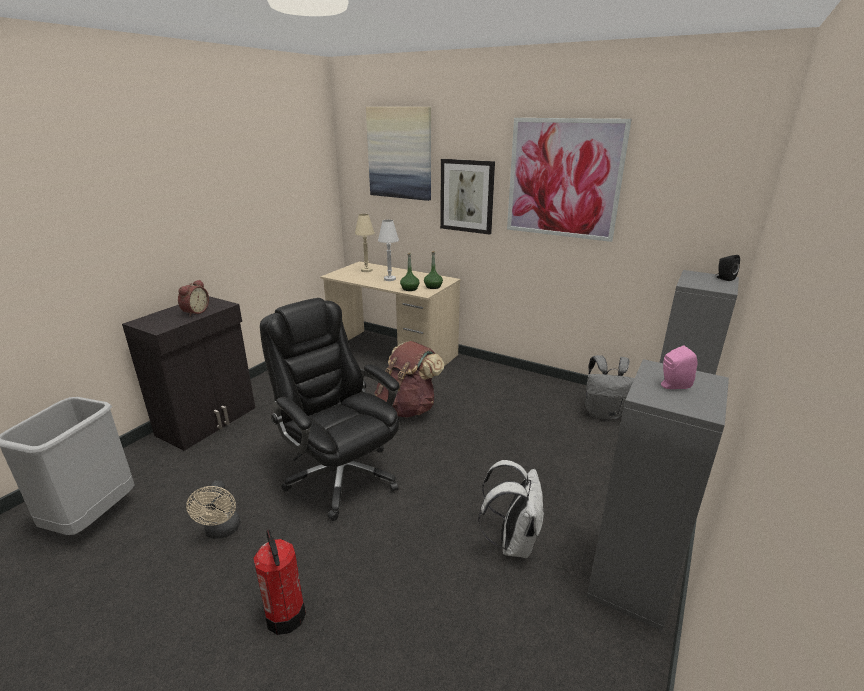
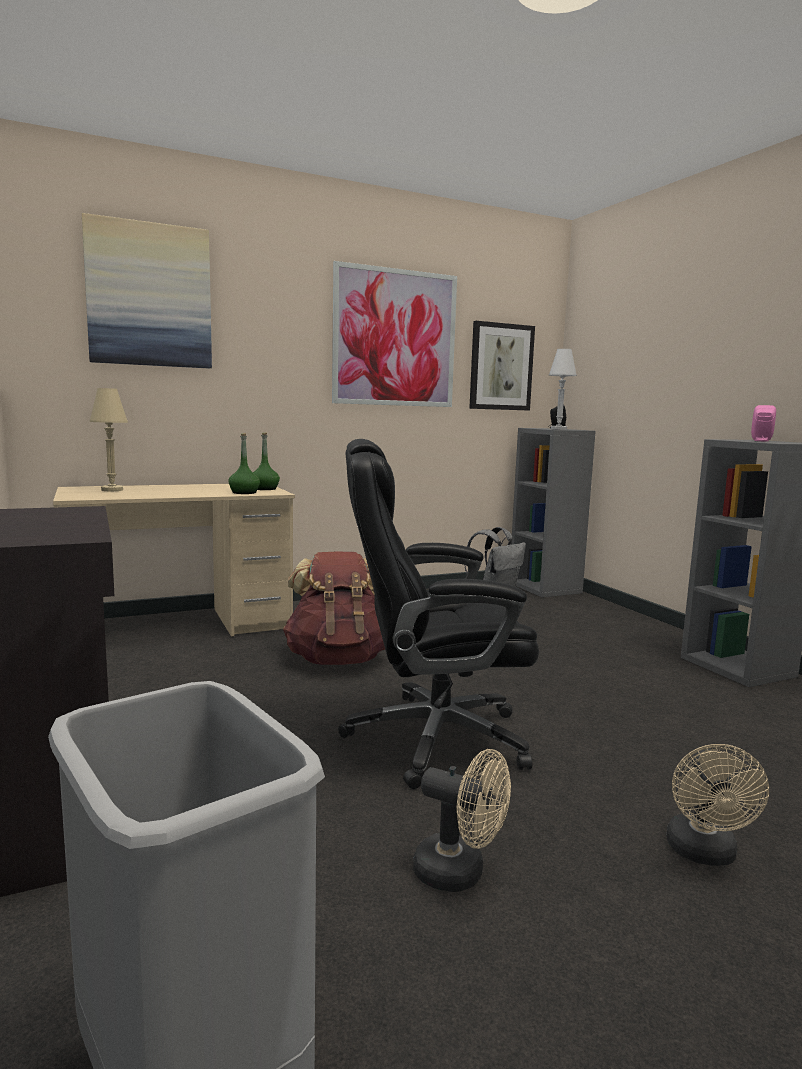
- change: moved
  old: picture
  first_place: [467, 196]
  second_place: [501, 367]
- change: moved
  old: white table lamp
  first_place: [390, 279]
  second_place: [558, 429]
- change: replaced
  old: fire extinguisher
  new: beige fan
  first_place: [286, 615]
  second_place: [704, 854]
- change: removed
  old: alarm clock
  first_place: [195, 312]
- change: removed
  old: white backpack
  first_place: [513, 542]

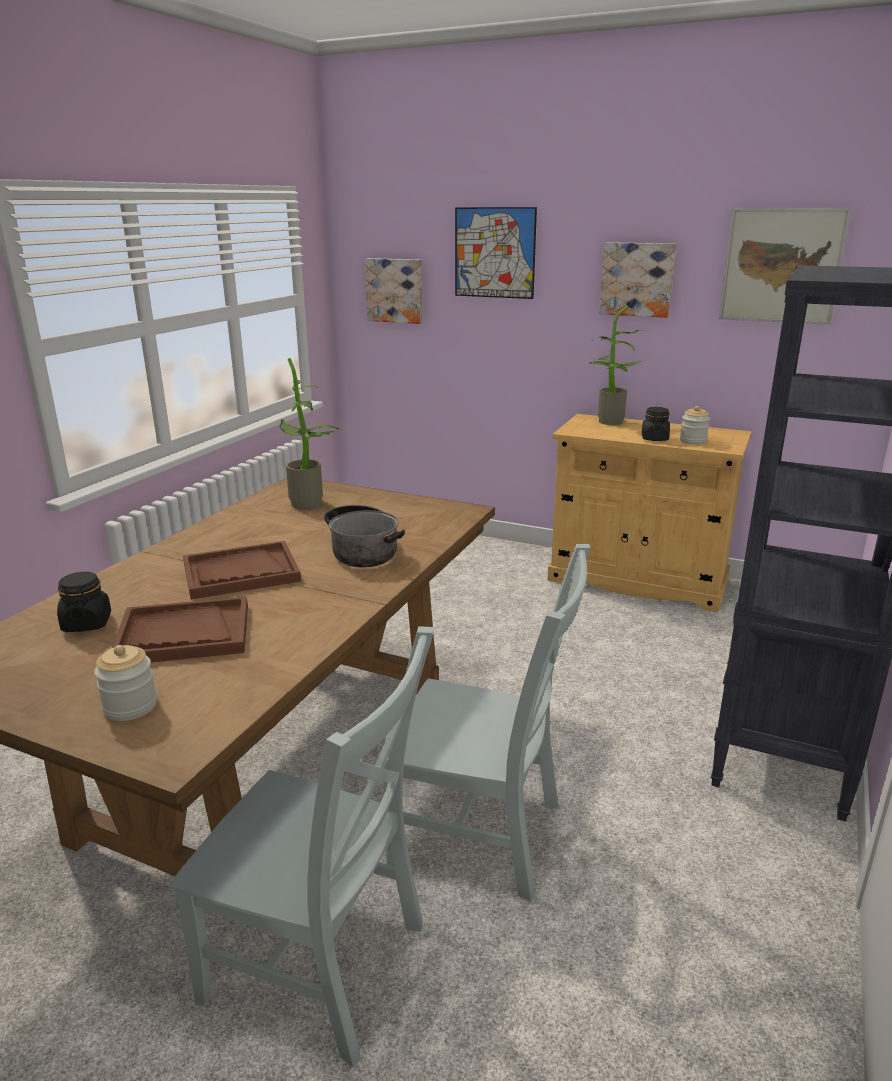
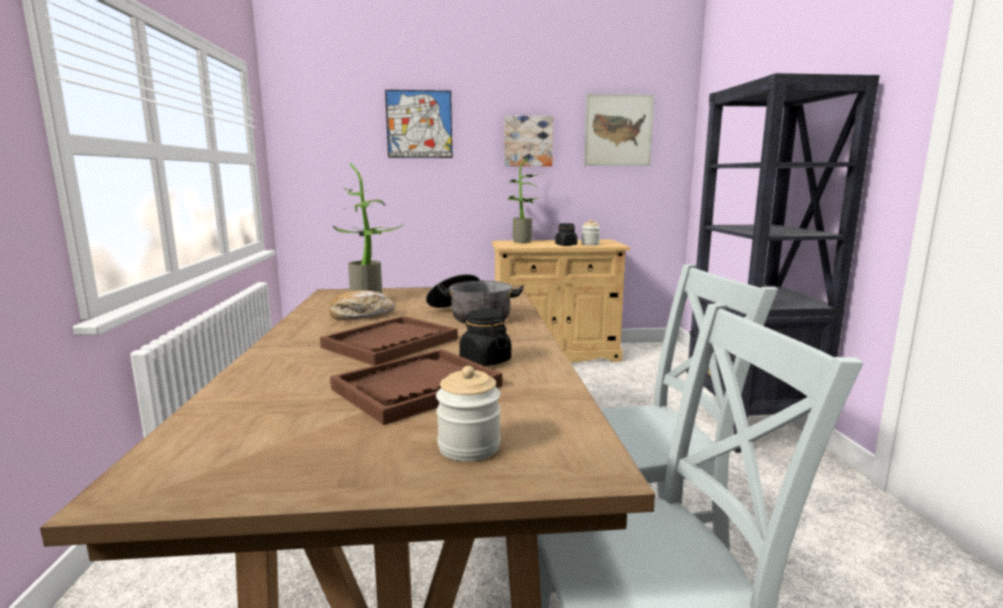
- change: added
  new: bread
  second_place: [361, 315]
- change: moved
  old: black jar
  first_place: [87, 623]
  second_place: [485, 360]
- change: removed
  old: picture
  first_place: [395, 290]

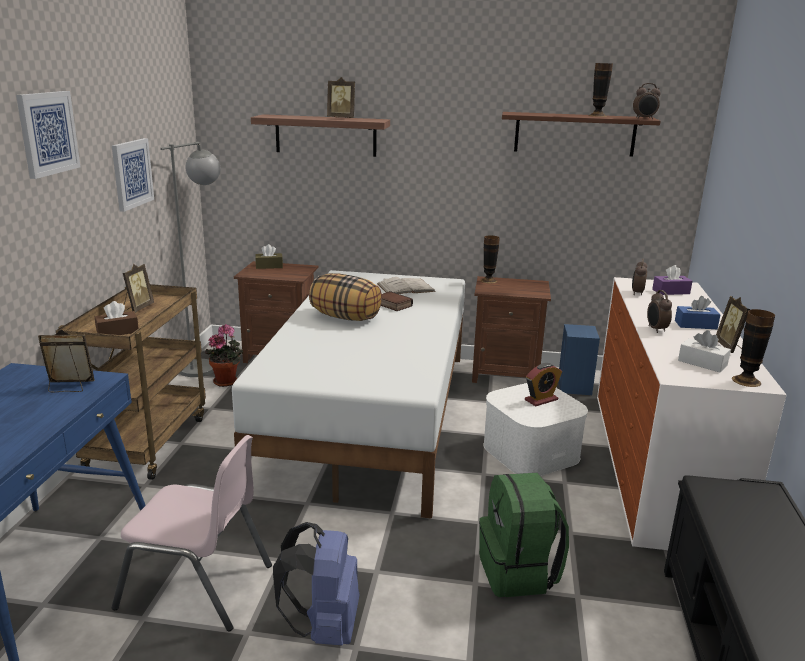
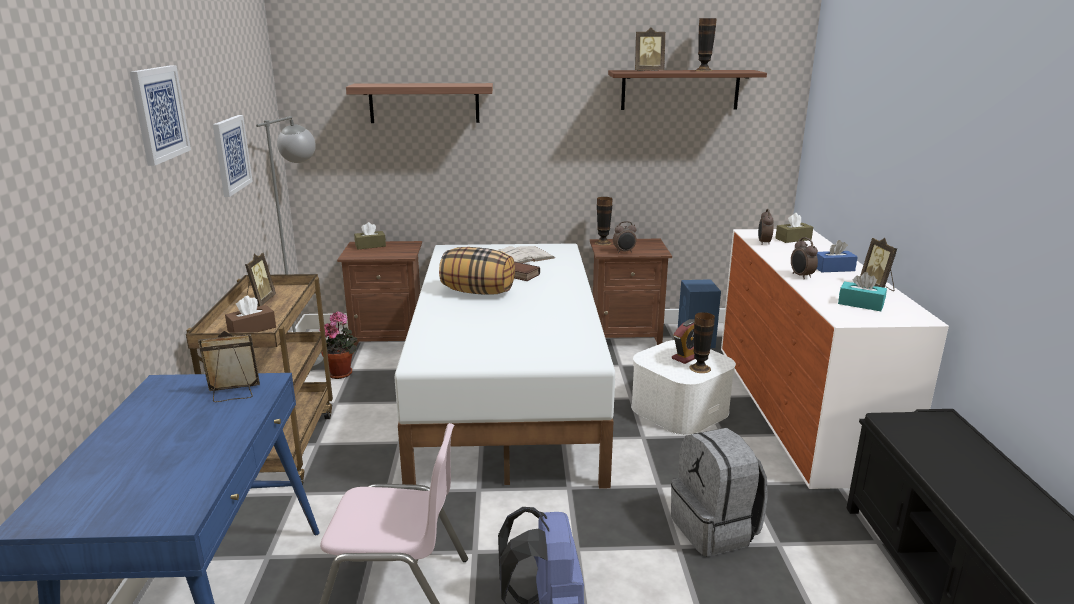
- change: moved
  old: alarm clock
  first_place: [644, 118]
  second_place: [624, 252]
- change: moved
  old: picture frame
  first_place: [342, 118]
  second_place: [648, 71]
- change: recoloured
  old: green backpack
  new: grey backpack
  first_place: [519, 572]
  second_place: [715, 529]
- change: moved
  old: vase
  first_place: [746, 381]
  second_place: [700, 368]
- change: recoloured
  old: purple tissue box
  new: brown tissue box
  first_place: [671, 291]
  second_place: [793, 239]
- change: recoloured
  old: white tissue box
  new: turquoise tissue box
  first_place: [702, 363]
  second_place: [860, 304]

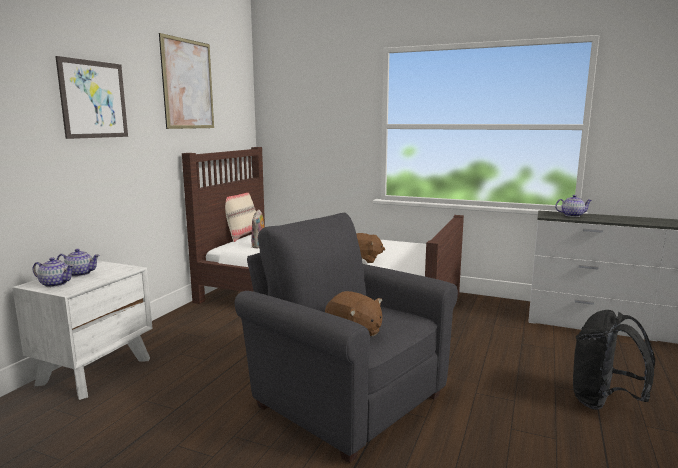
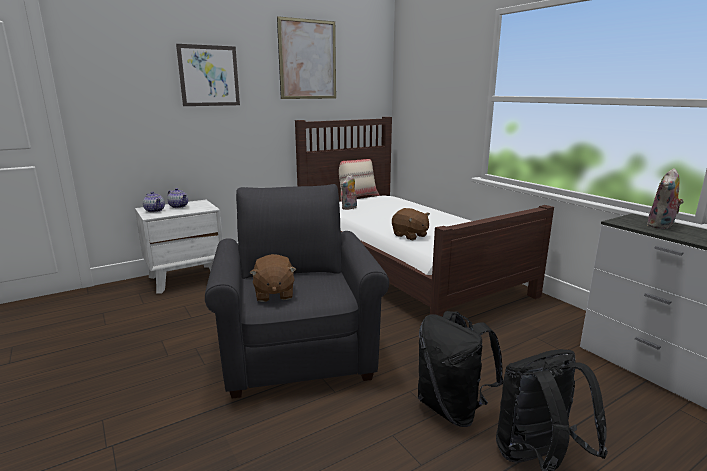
- change: added
  new: black backpack
  second_place: [452, 408]
- change: replaced
  old: teapot
  new: plush toy
  first_place: [572, 215]
  second_place: [661, 226]

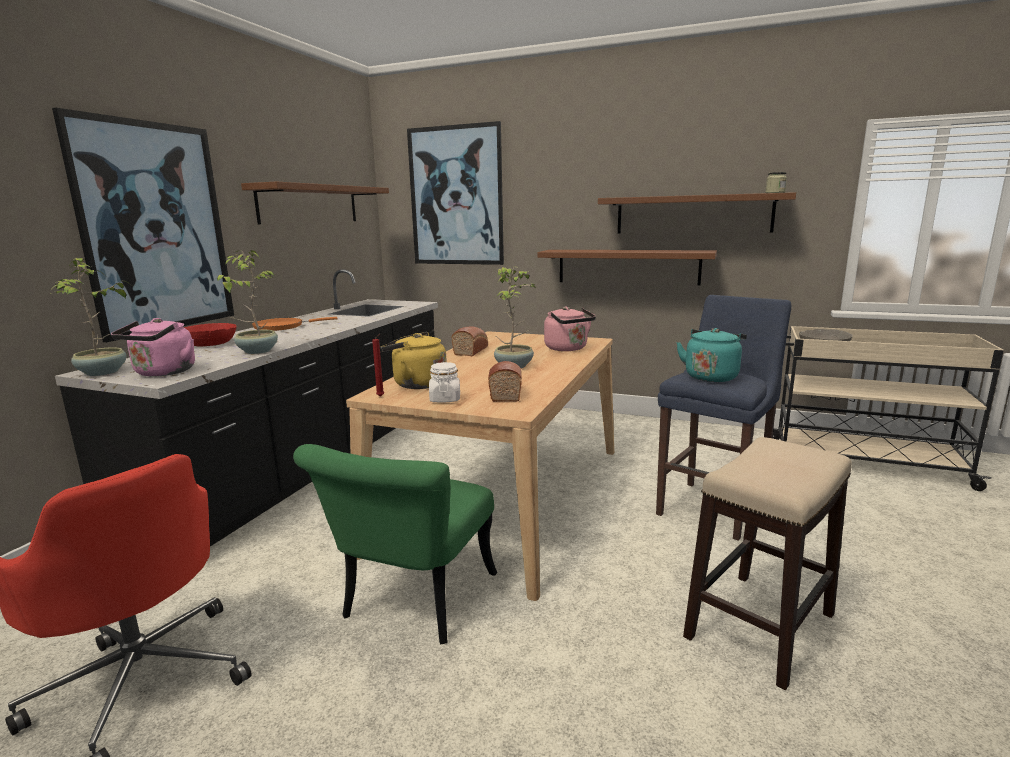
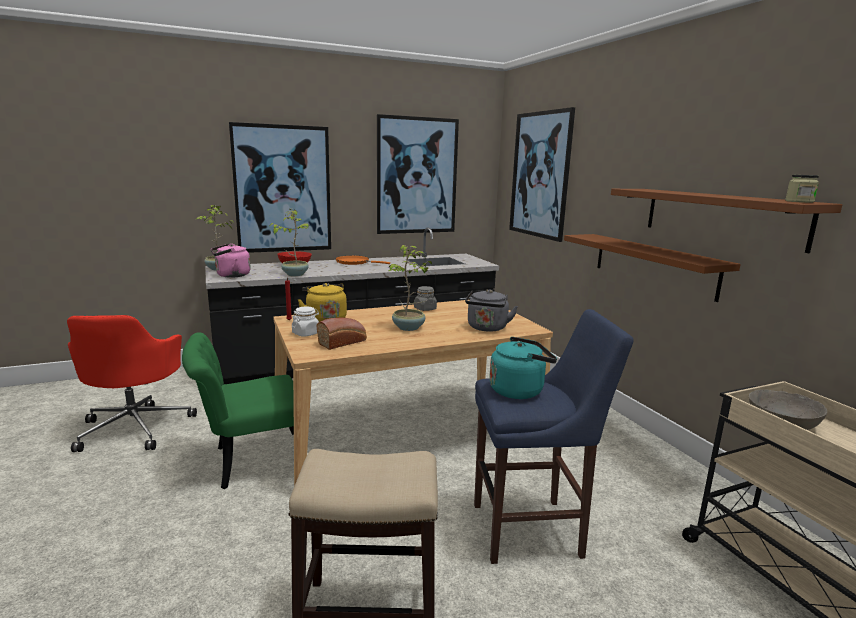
- change: replaced
  old: brown shelf
  new: picture
  first_place: [309, 204]
  second_place: [417, 176]
- change: replaced
  old: bread
  new: grey jar
  first_place: [471, 350]
  second_place: [425, 309]
- change: recoloured
  old: pink kettle
  new: grey kettle
  first_place: [568, 349]
  second_place: [487, 328]

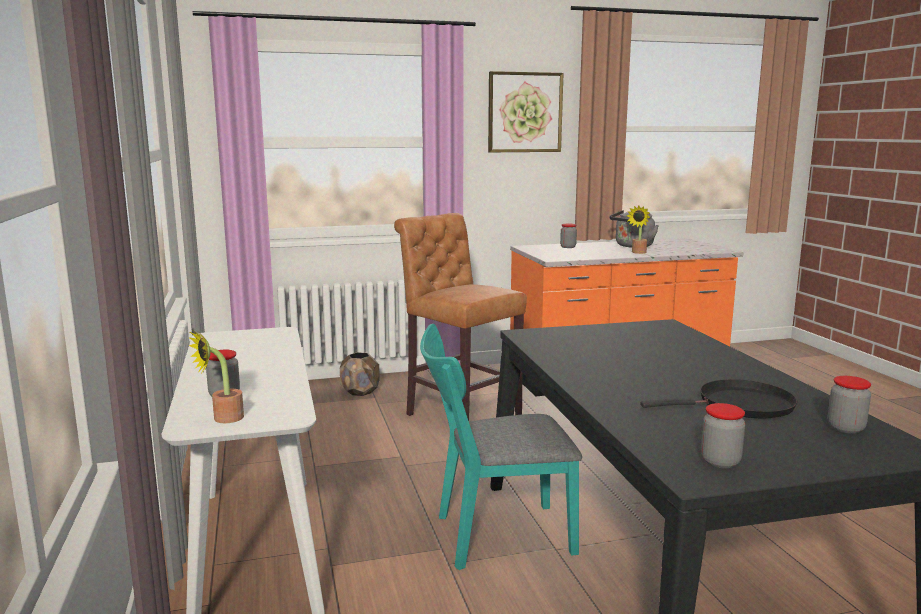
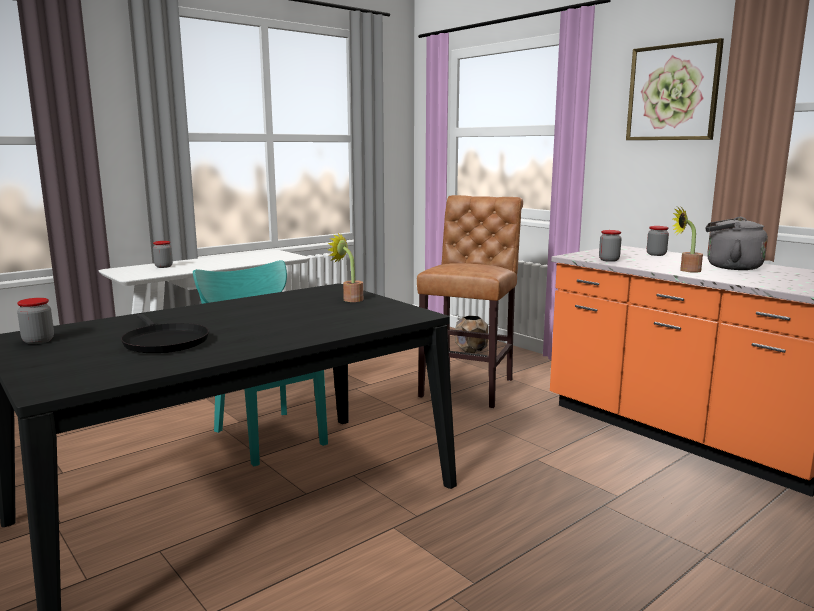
- change: moved
  old: potted plant
  first_place: [222, 419]
  second_place: [349, 299]
- change: moved
  old: jar
  first_place: [845, 428]
  second_place: [609, 260]

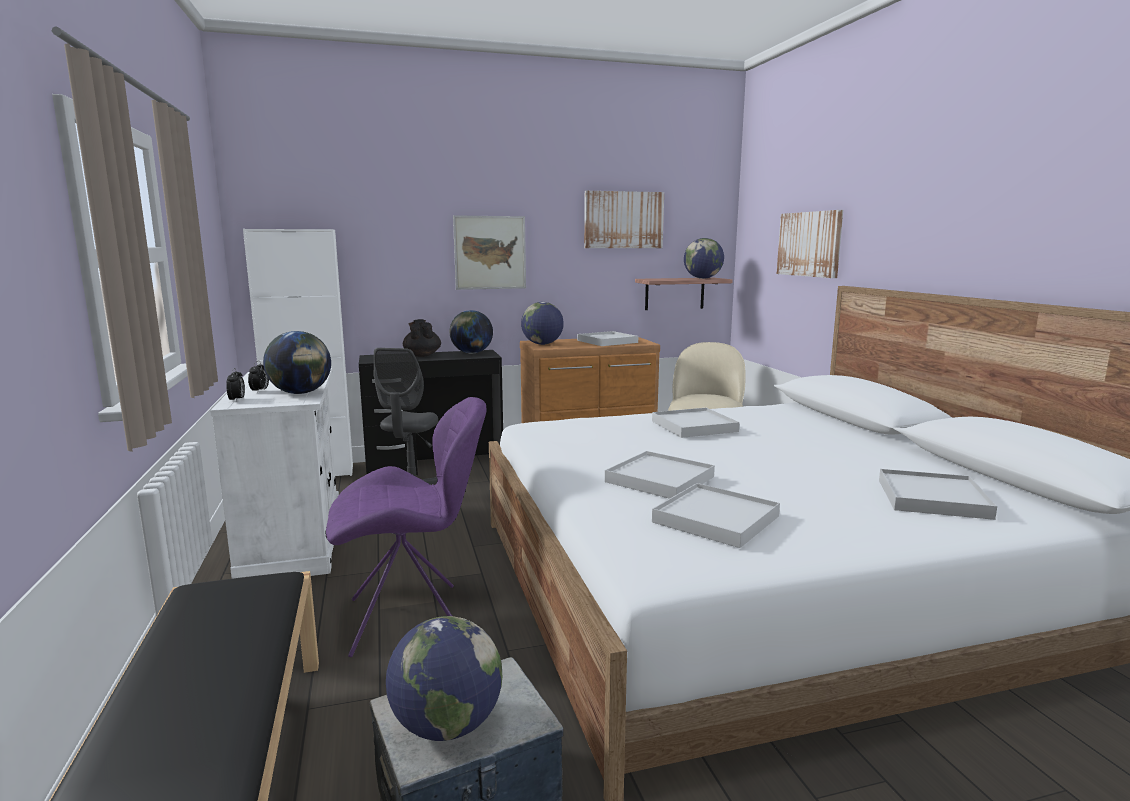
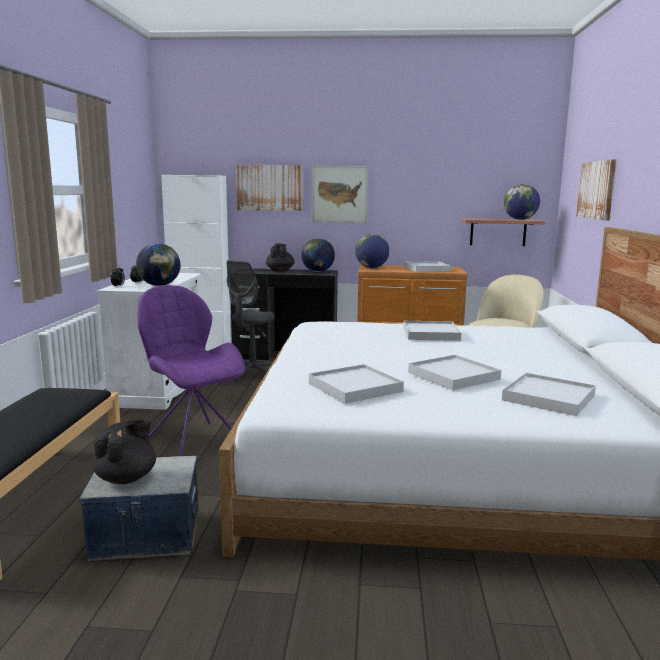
- change: replaced
  old: globe
  new: black teapot
  first_place: [446, 726]
  second_place: [127, 478]
- change: turned
  old: purple chair
  first_place: [412, 618]
  second_place: [193, 441]
  degrees: -135
- change: moved
  old: picture
  first_place: [623, 220]
  second_place: [270, 187]
- change: moved
  old: white tray
  first_place: [659, 479]
  second_place: [453, 376]

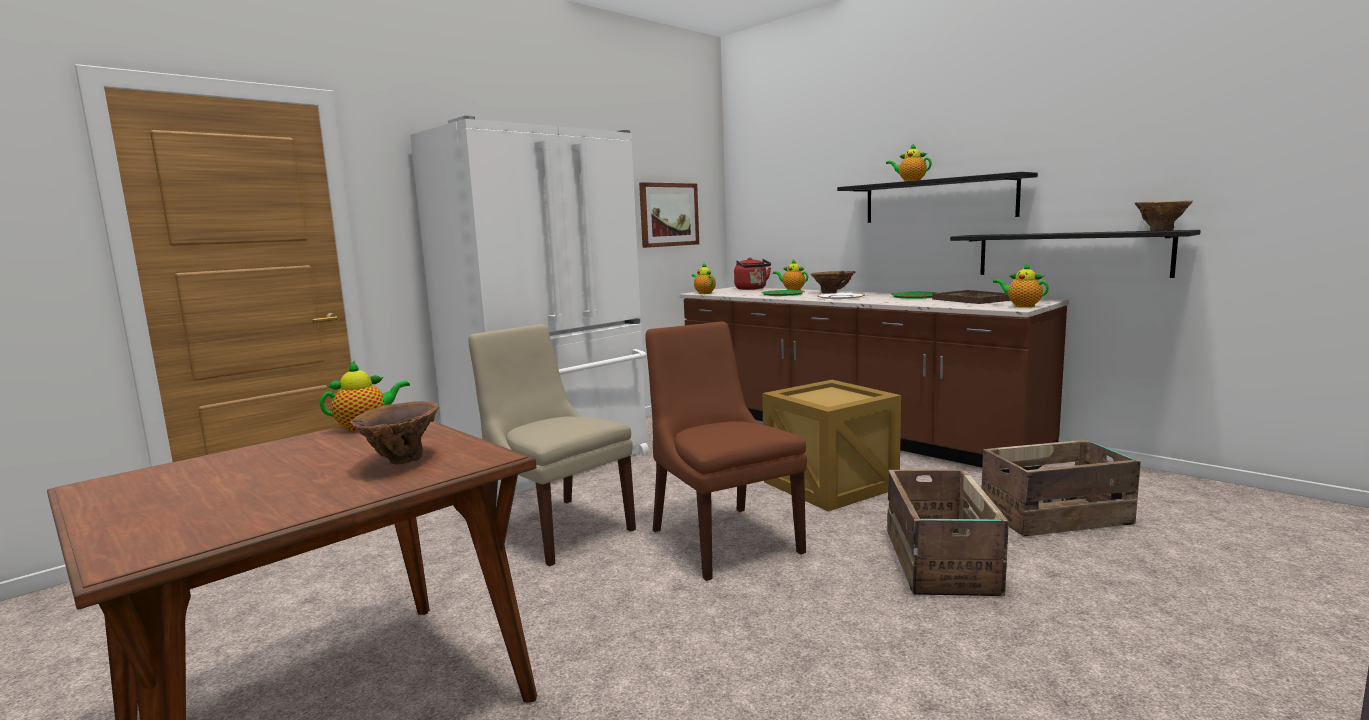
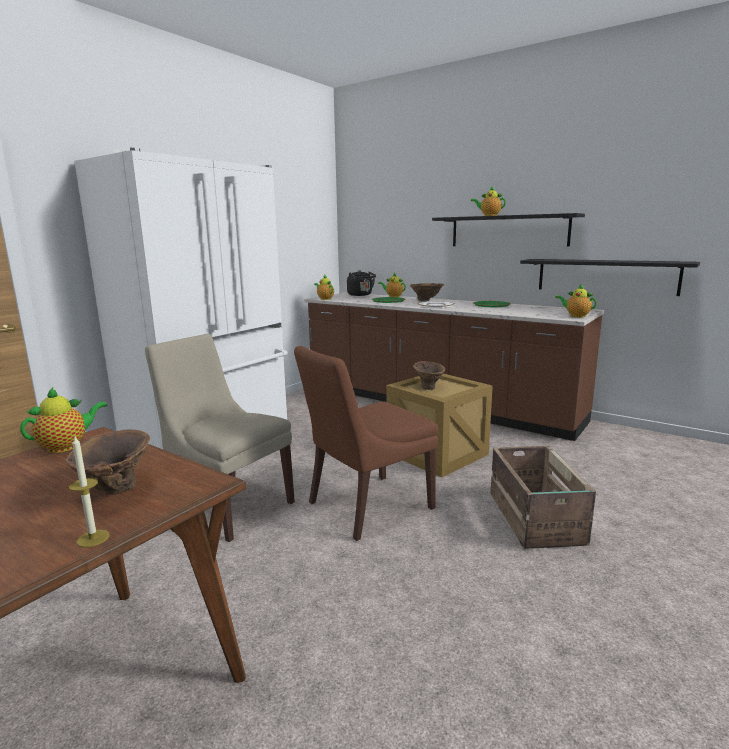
- change: added
  new: candle
  second_place: [93, 538]
- change: turned
  old: brown chair
  first_place: [723, 539]
  second_place: [367, 507]
  degrees: -90
- change: recoloured
  old: red kettle
  new: black kettle
  first_place: [752, 289]
  second_place: [361, 295]
- change: moved
  old: brown vase
  first_place: [1160, 230]
  second_place: [428, 386]
- change: removed
  old: picture
  first_place: [669, 214]
- change: removed
  old: brown tray
  first_place: [973, 299]
- change: removed
  old: crate
  first_place: [1057, 517]

